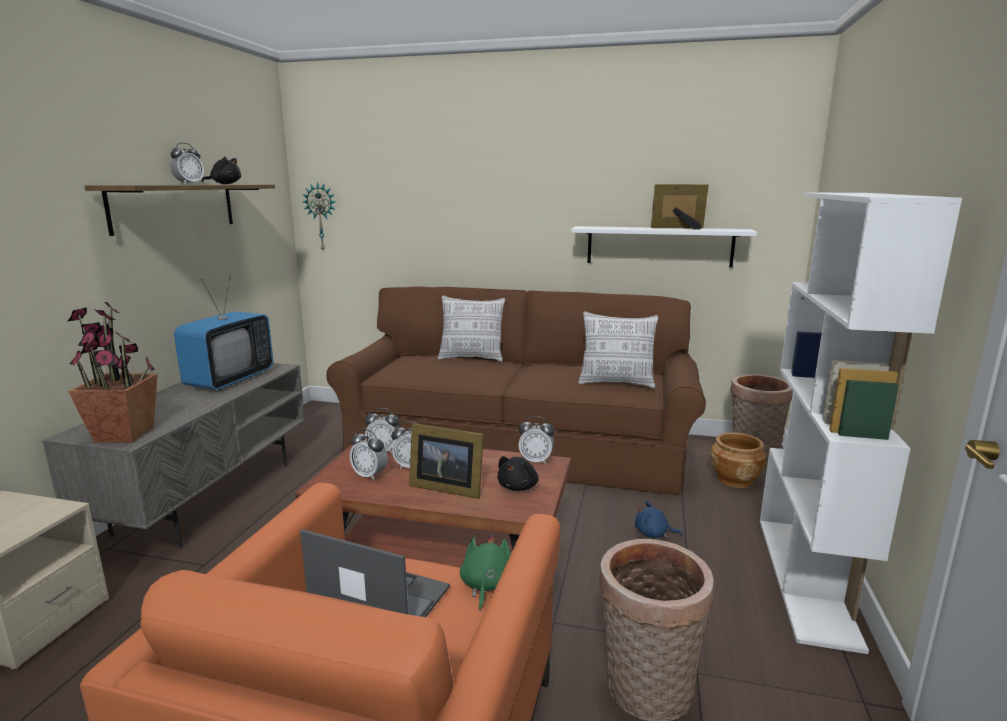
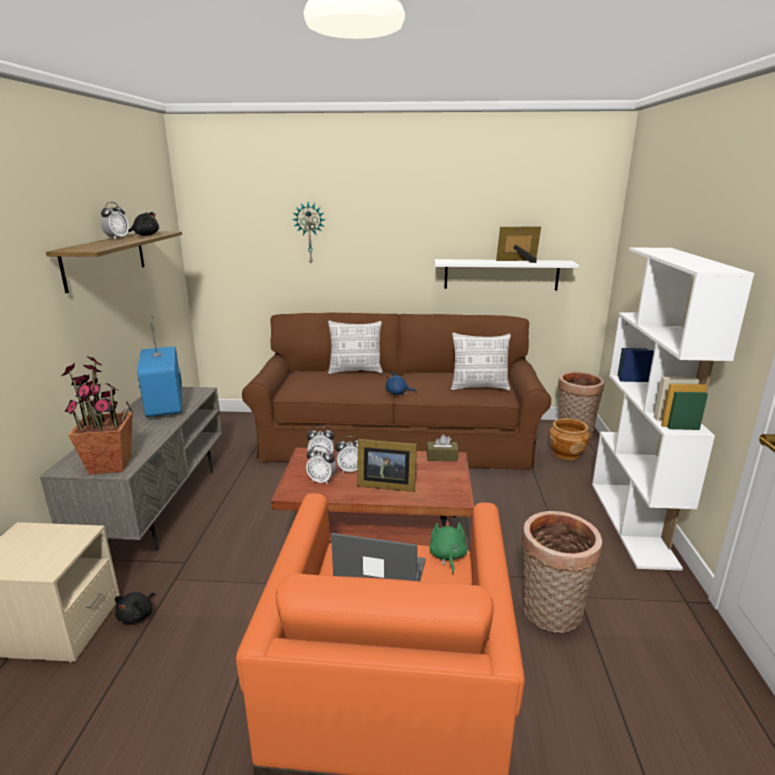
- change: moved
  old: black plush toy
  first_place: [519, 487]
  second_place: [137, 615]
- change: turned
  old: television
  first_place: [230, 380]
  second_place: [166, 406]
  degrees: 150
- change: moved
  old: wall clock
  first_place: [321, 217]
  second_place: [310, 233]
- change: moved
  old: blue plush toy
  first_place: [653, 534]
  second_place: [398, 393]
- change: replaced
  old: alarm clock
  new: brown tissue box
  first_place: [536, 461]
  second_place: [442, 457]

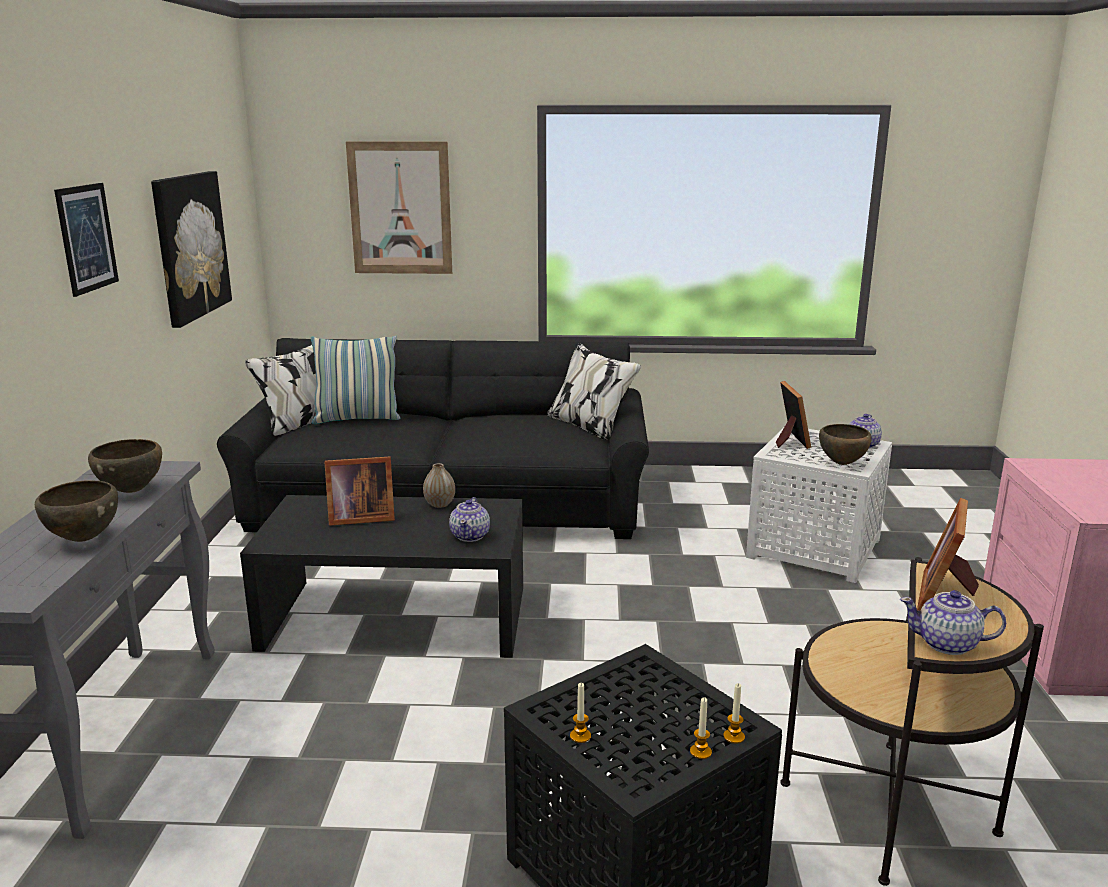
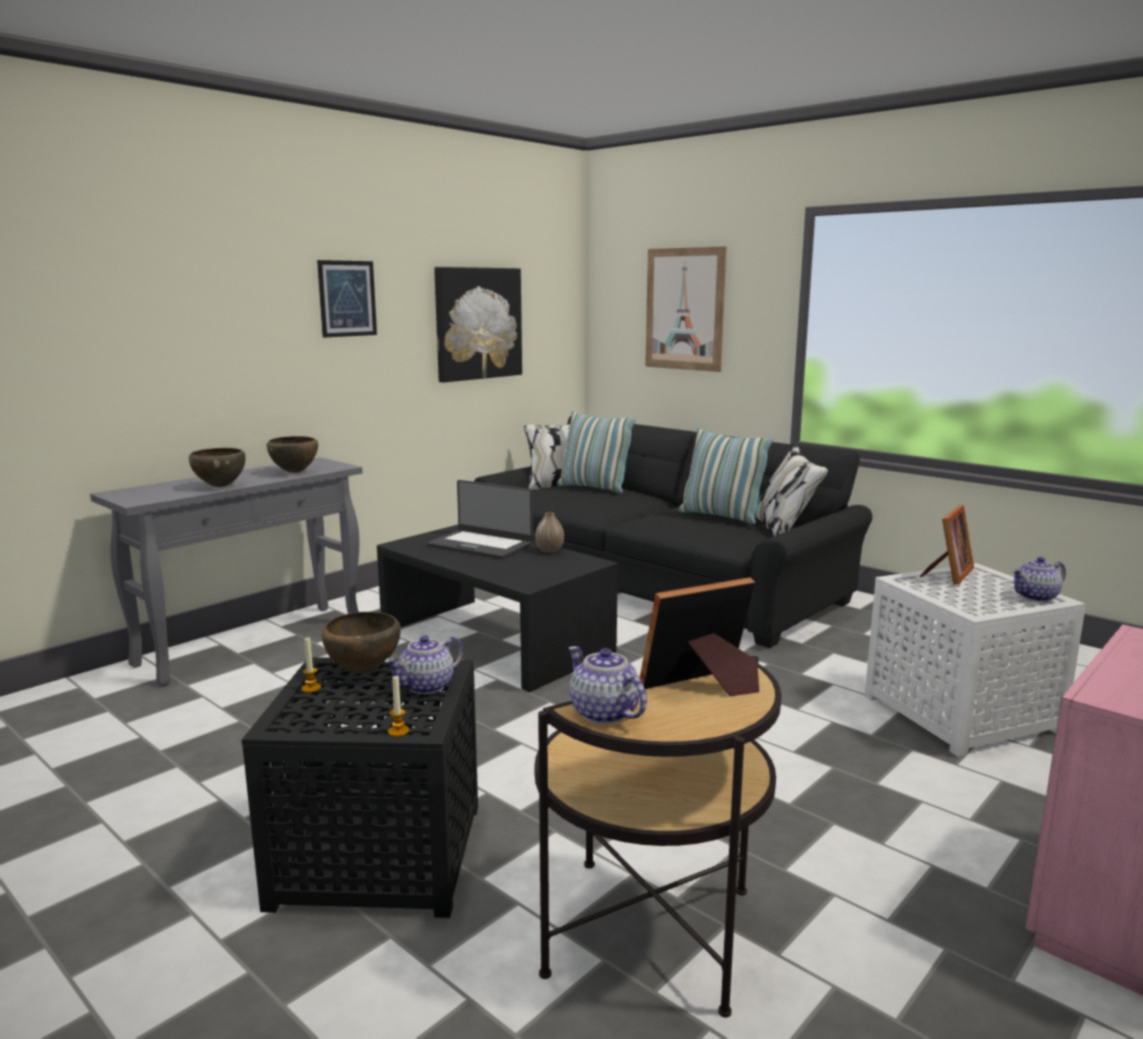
- change: moved
  old: brown bowl
  first_place: [842, 463]
  second_place: [363, 672]
- change: moved
  old: teapot
  first_place: [470, 535]
  second_place: [427, 686]
- change: replaced
  old: picture frame
  new: laptop
  first_place: [359, 517]
  second_place: [481, 544]
- change: added
  new: pillow
  second_place: [721, 516]
- change: removed
  old: candle
  first_place: [700, 752]

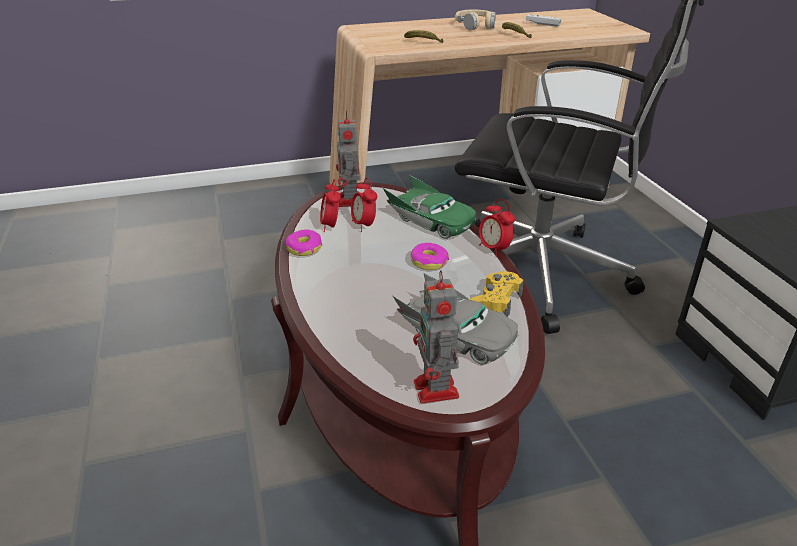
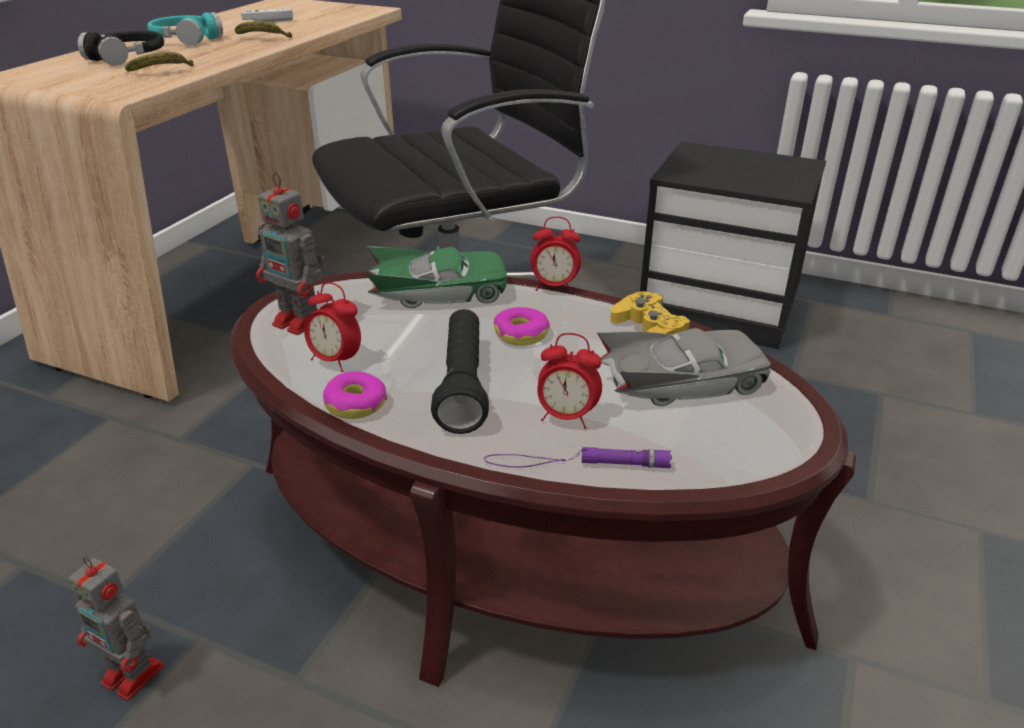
- change: moved
  old: toy robot
  first_place: [436, 391]
  second_place: [135, 676]
- change: added
  new: black headphones
  second_place: [127, 57]
- change: recoloured
  old: beige headphones
  new: turquoise headphones
  first_place: [475, 25]
  second_place: [186, 39]
- change: added
  new: black flashlight
  second_place: [462, 385]
- change: added
  new: purple flashlight
  second_place: [576, 463]
- change: moved
  old: alarm clock
  first_place: [364, 225]
  second_place: [566, 417]

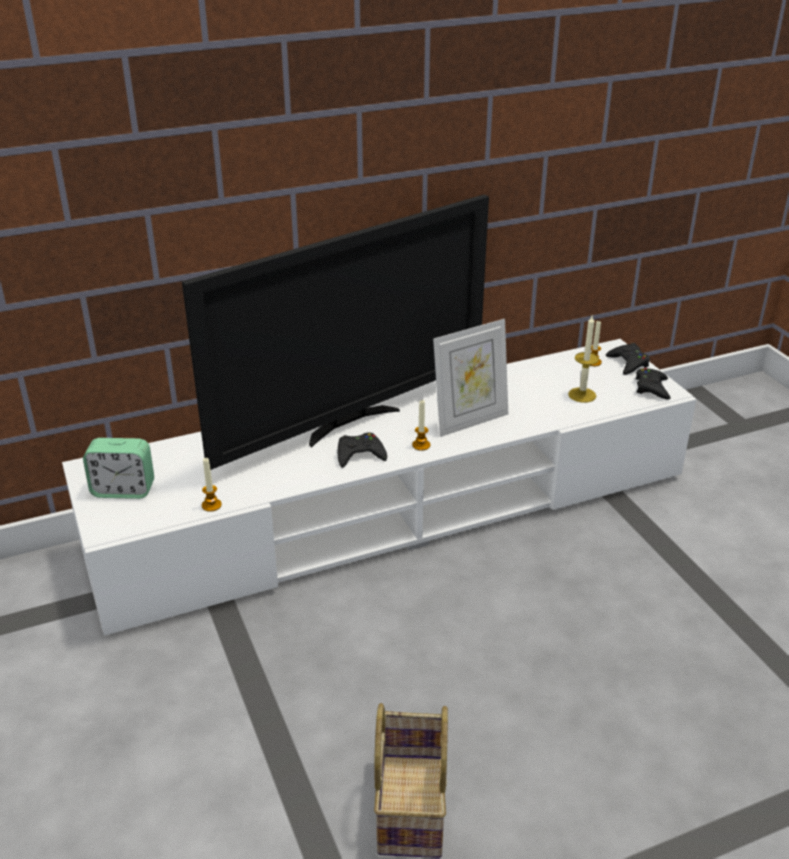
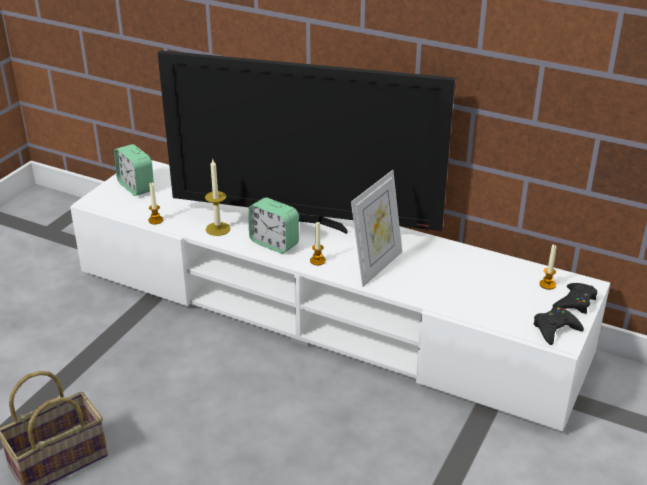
- change: moved
  old: candle
  first_place: [582, 395]
  second_place: [218, 229]
- change: replaced
  old: black game controller
  new: alarm clock
  first_place: [359, 454]
  second_place: [274, 243]
- change: turned
  old: picture frame
  first_place: [470, 421]
  second_place: [376, 266]
  degrees: -75

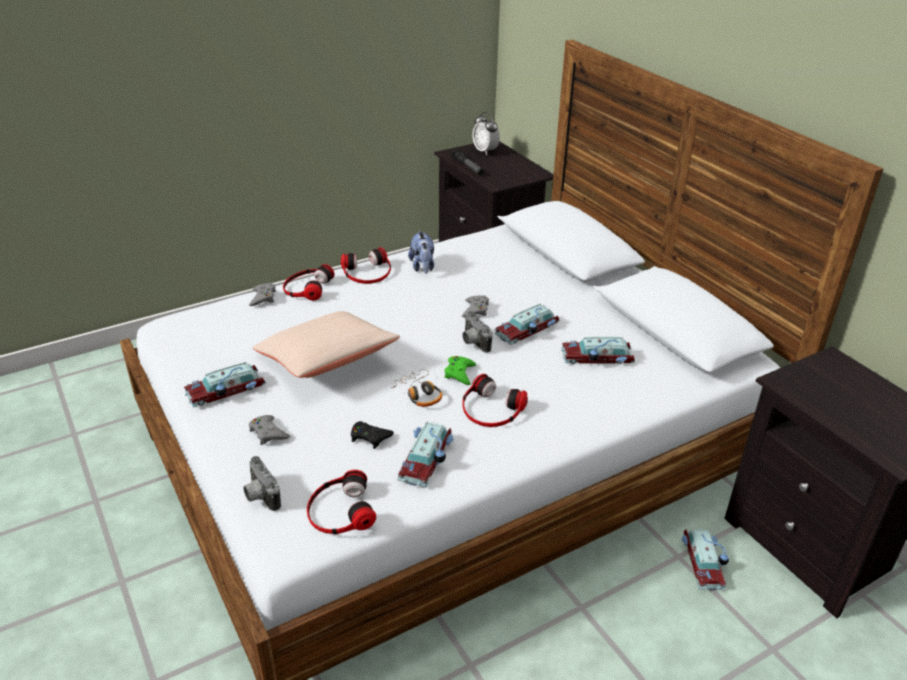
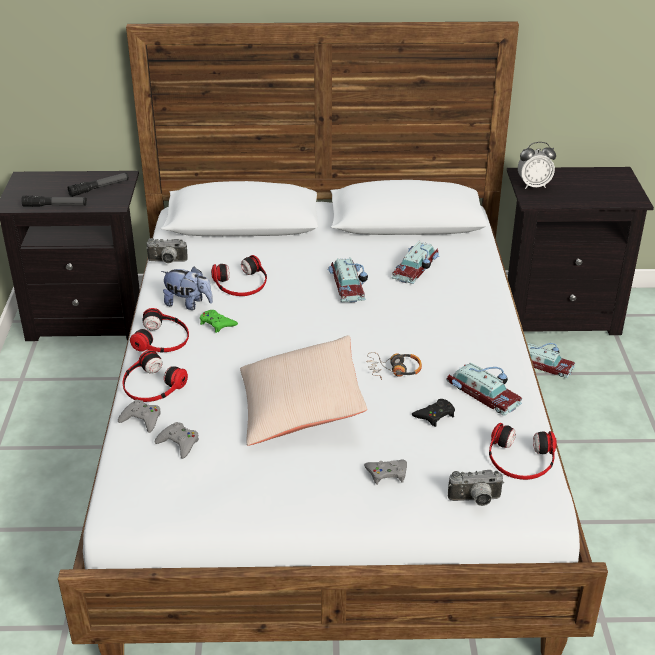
- change: added
  new: flashlight
  second_place: [99, 188]
- change: moved
  old: photo camera
  first_place: [473, 343]
  second_place: [167, 262]
- change: moved
  old: grey game controller
  first_place: [475, 310]
  second_place: [179, 443]
- change: moved
  old: green game controller
  first_place: [459, 373]
  second_place: [217, 324]
- change: moved
  old: headphones
  first_place: [491, 409]
  second_place: [241, 283]
- change: moved
  old: alarm clock
  first_place: [485, 151]
  second_place: [533, 185]
- change: removed
  old: toy car
  first_place: [227, 390]

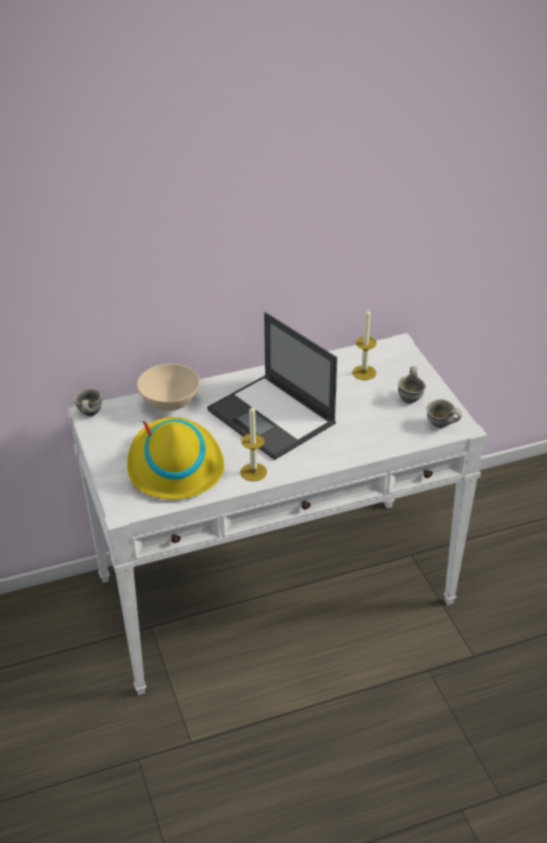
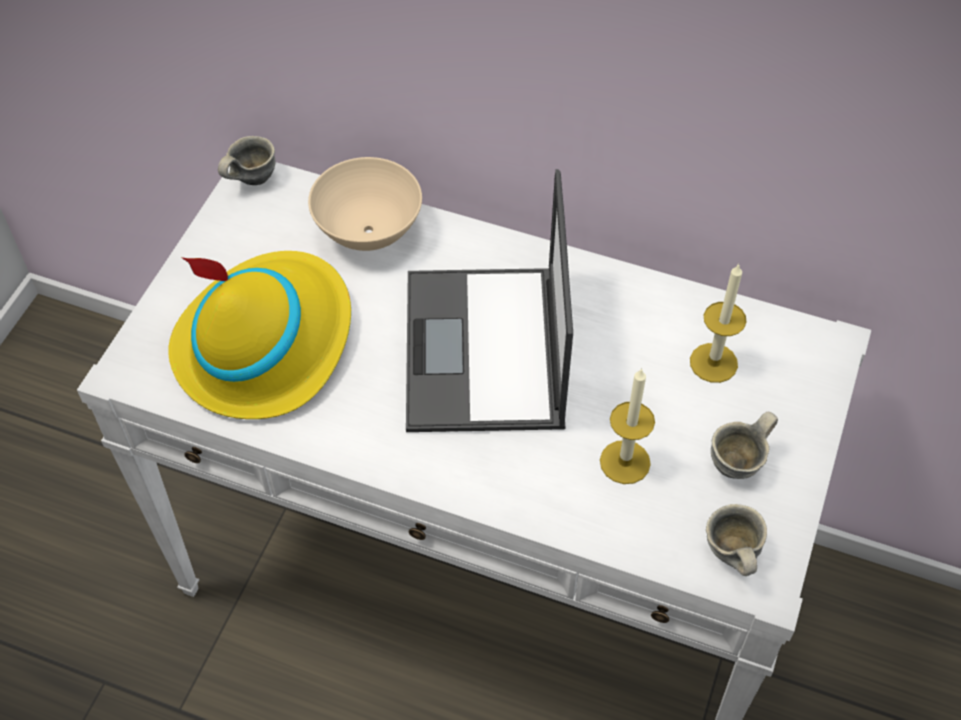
- change: moved
  old: candle
  first_place: [253, 472]
  second_place: [625, 462]

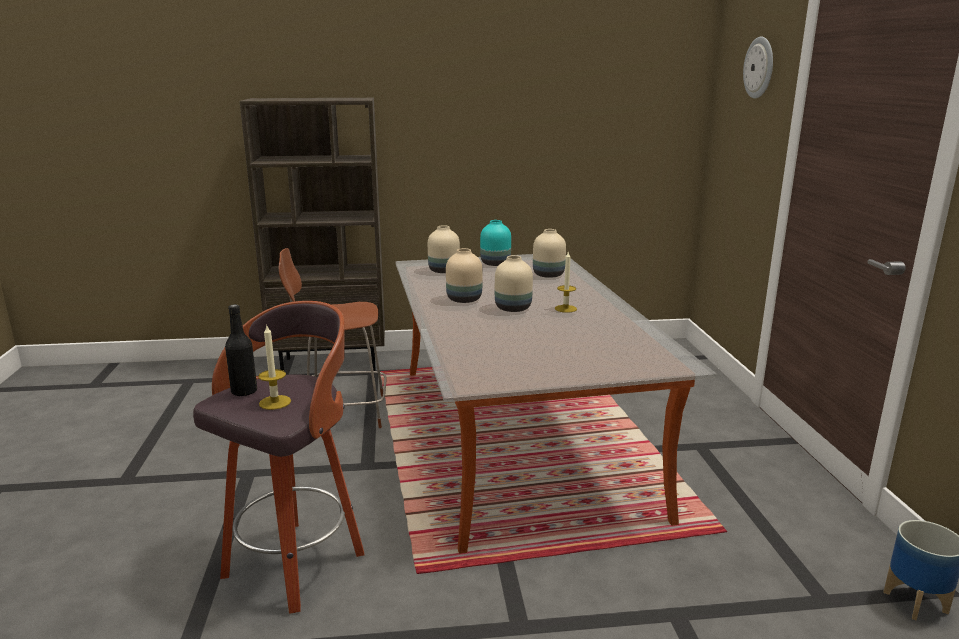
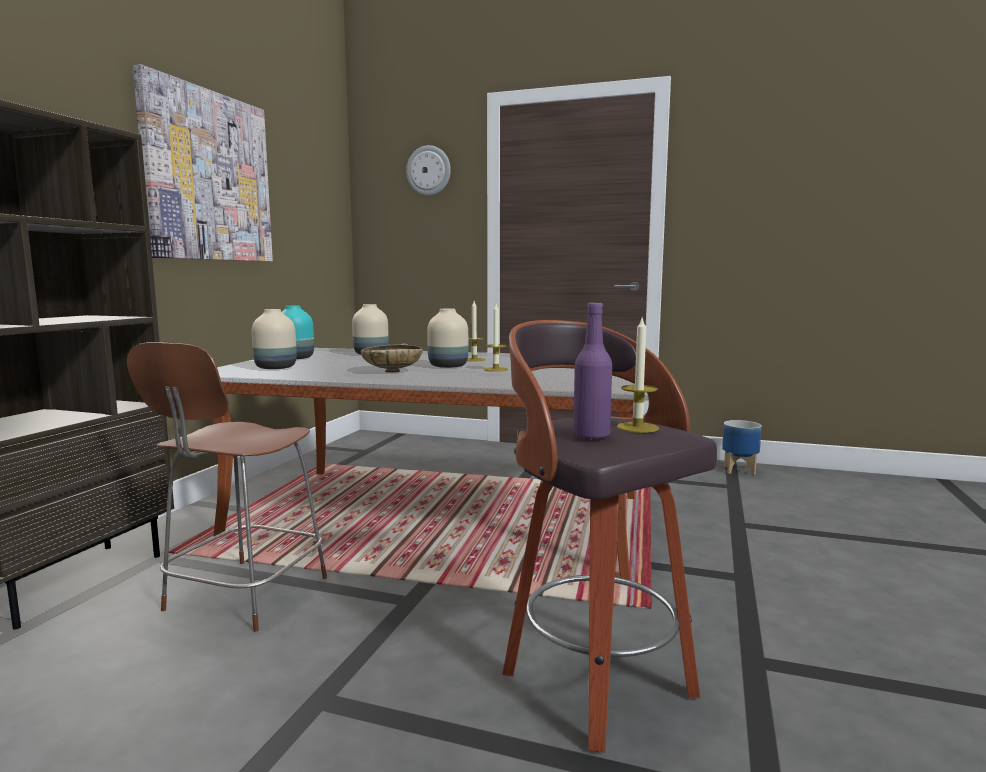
- change: added
  new: picture
  second_place: [208, 177]
- change: replaced
  old: beige vase
  new: beige bowl
  first_place: [464, 299]
  second_place: [392, 371]
- change: added
  new: candle
  second_place: [495, 369]
- change: recoloured
  old: black bottle
  new: purple bottle
  first_place: [244, 392]
  second_place: [591, 435]

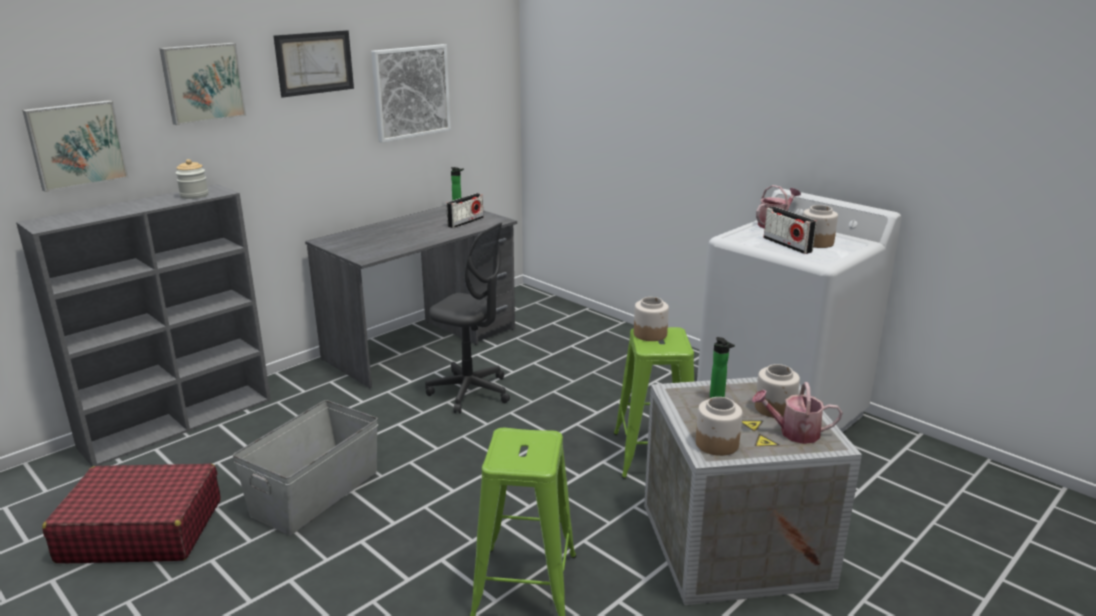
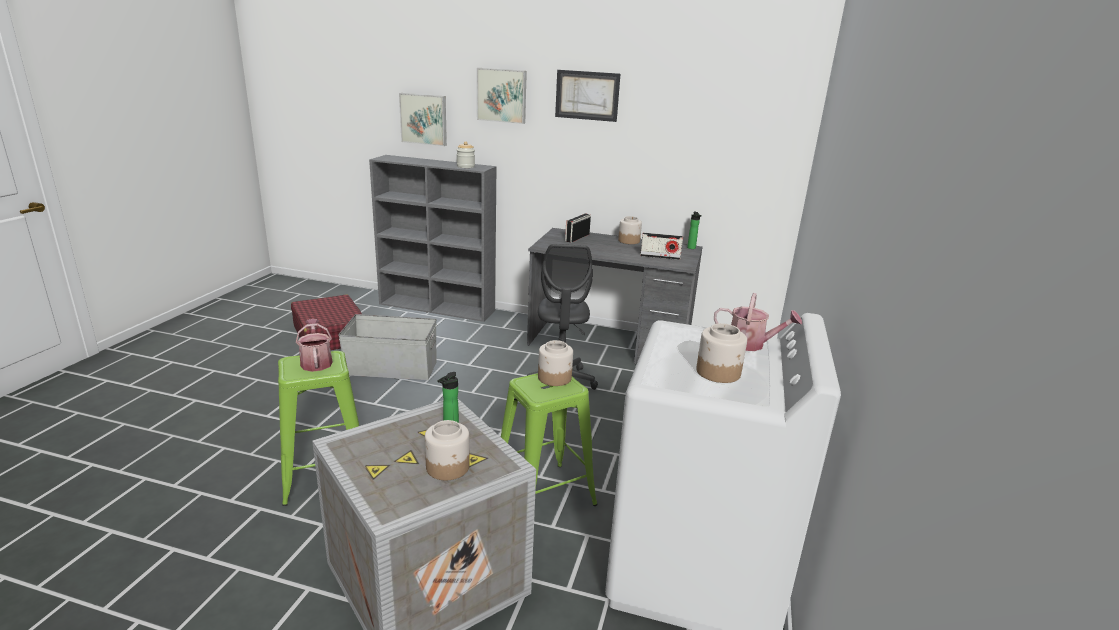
- change: moved
  old: watering can
  first_place: [793, 433]
  second_place: [316, 362]
- change: moved
  old: radio
  first_place: [787, 245]
  second_place: [577, 237]
- change: moved
  old: jar
  first_place: [716, 444]
  second_place: [629, 241]
- change: removed
  old: picture
  first_place: [411, 92]

